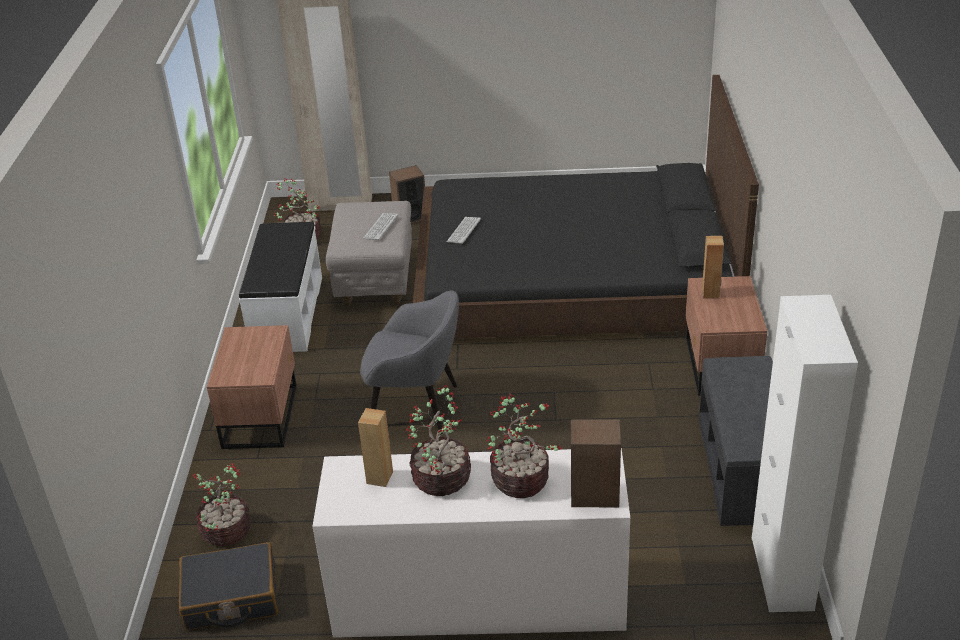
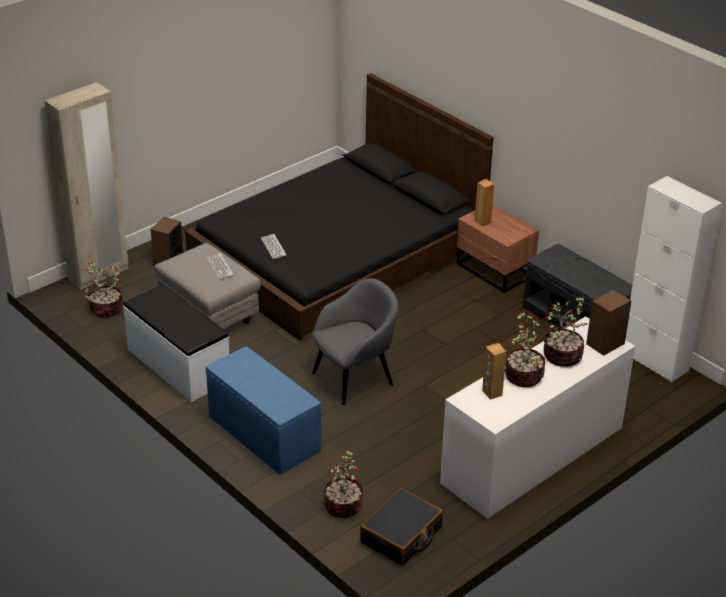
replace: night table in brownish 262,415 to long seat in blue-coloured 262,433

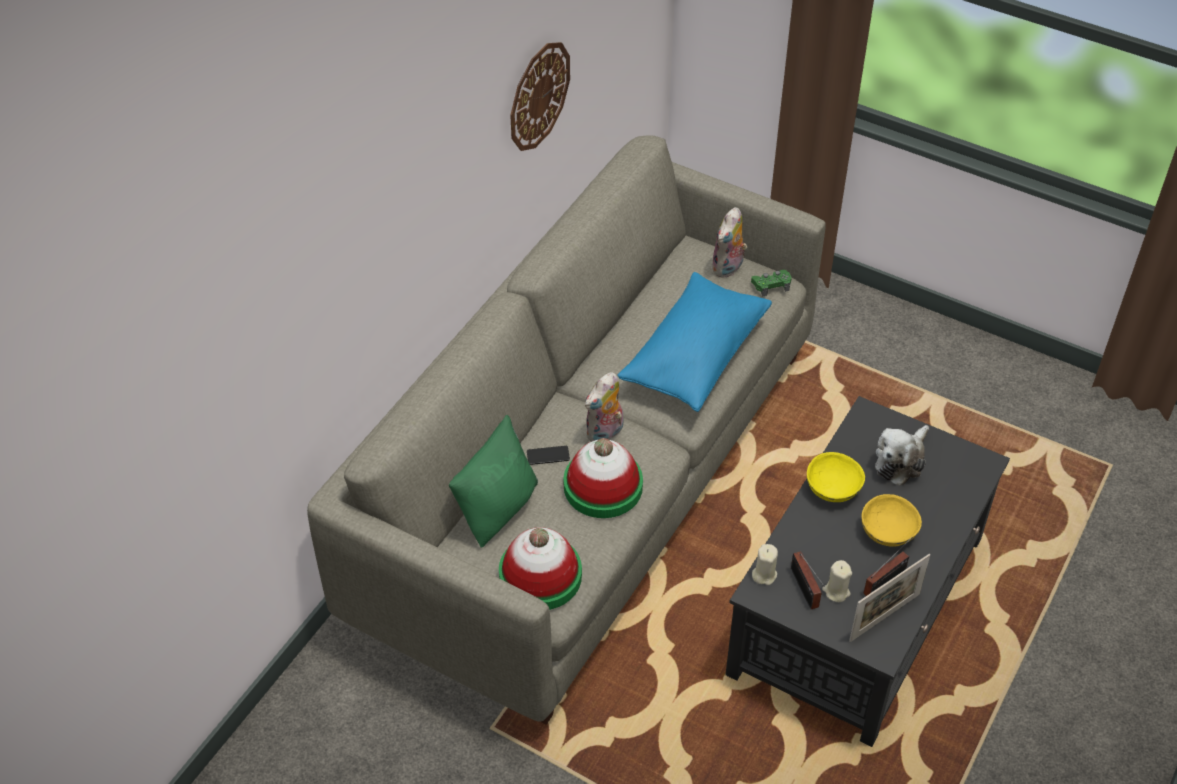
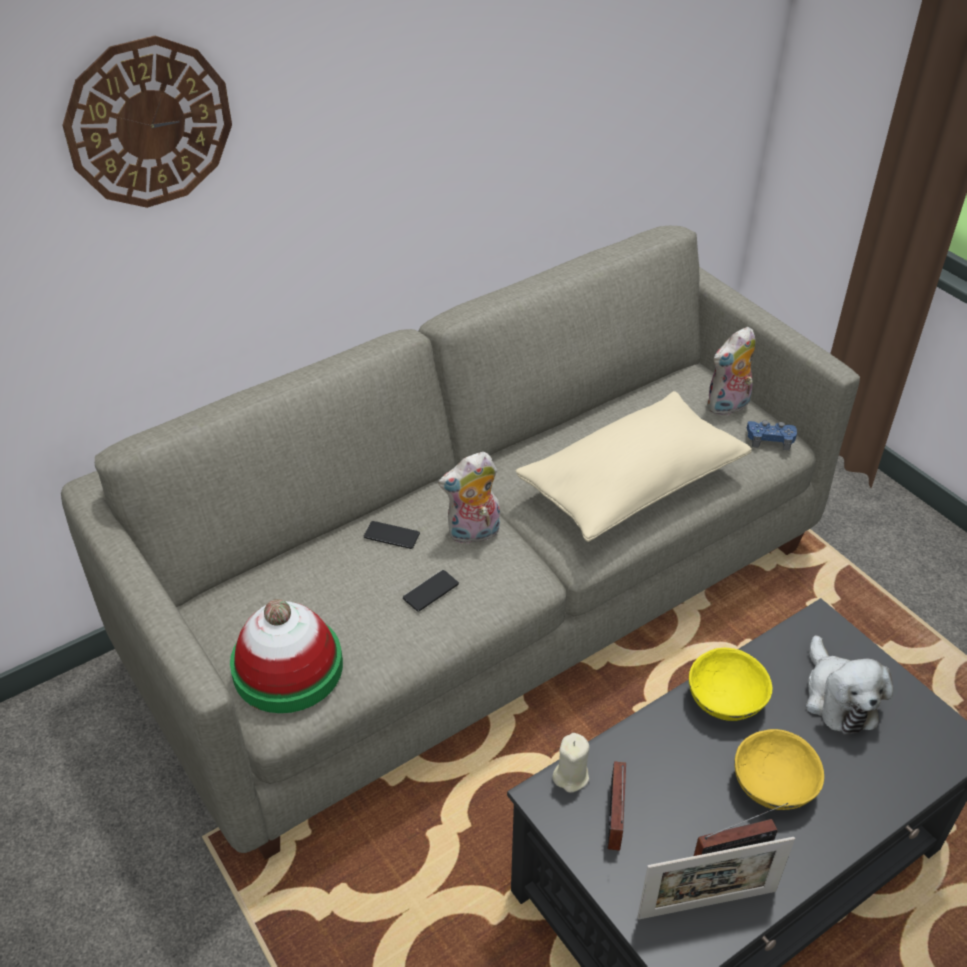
delete: cushion in green-coloured 498,508; candle in beige-coloured 836,591
move: wall clock 538,95 to 149,123
replace: clothing hat 603,486 to handset 430,591
recolor: cushion in blue-coloured 695,356 to cushion in beige-coloured 631,485; joypad in green-coloured 771,285 to joypad in blue-coloured 770,438
rotate: plush toy 901,461 = 838,698 75 degrees counterclockwise

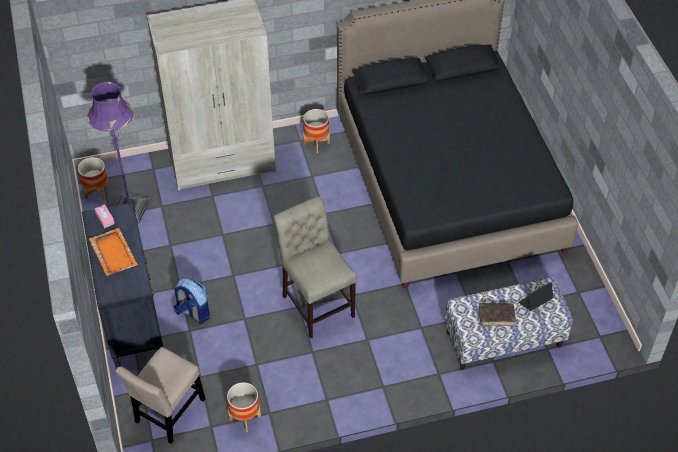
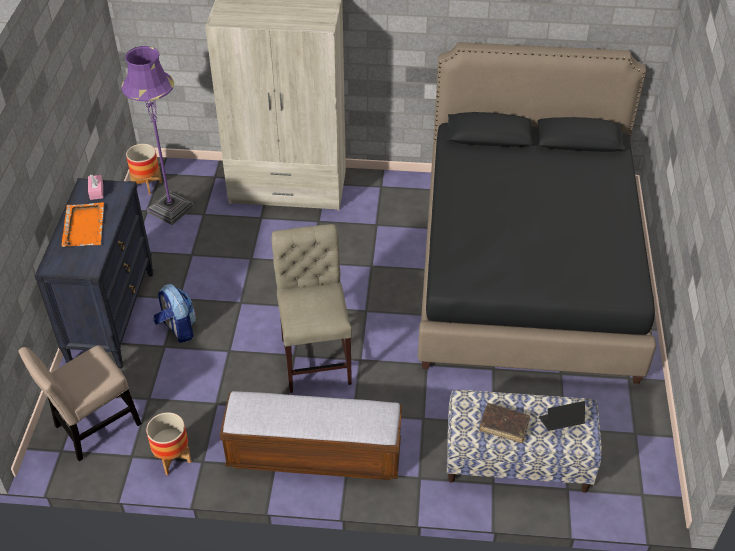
delete: planter 316,143
insert: long seat 314,455

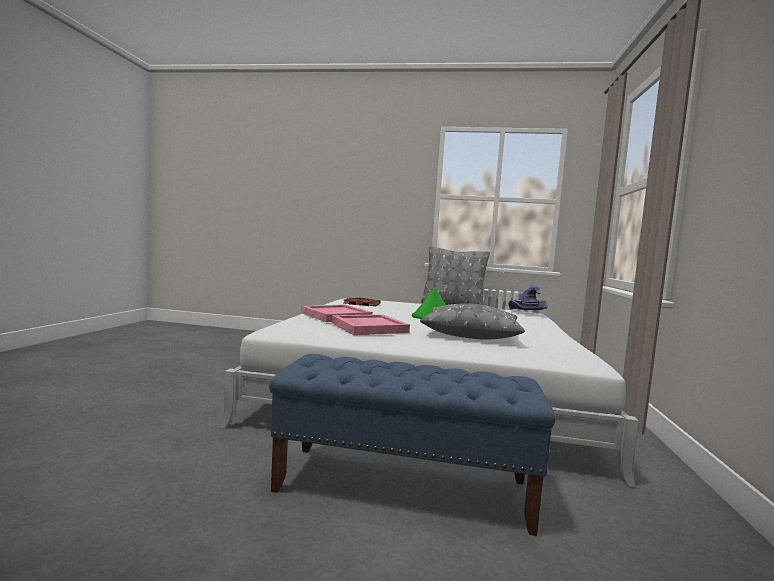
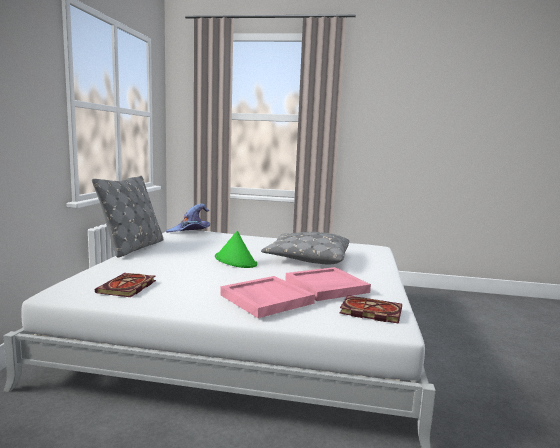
delete: long seat in blue-coloured 404,486
insert: bound book 369,311

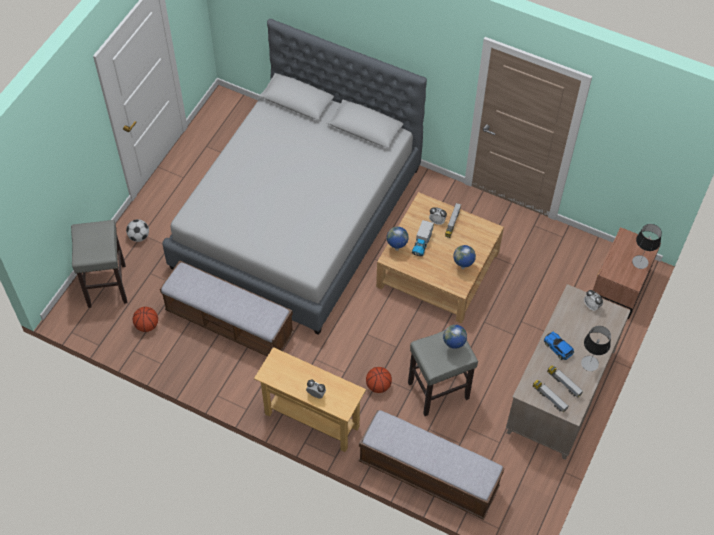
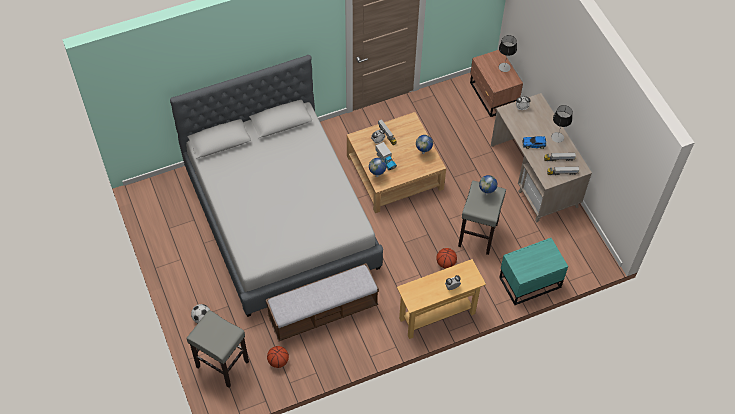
replace: long seat 428,475 to night table in turquoise 528,282

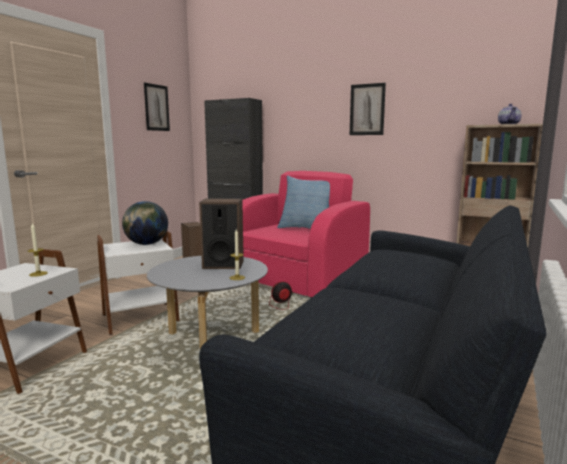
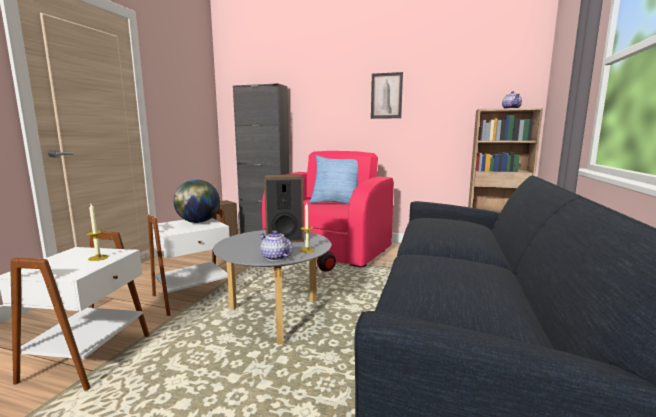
delete: picture 156,107
insert: pot for tea 275,257

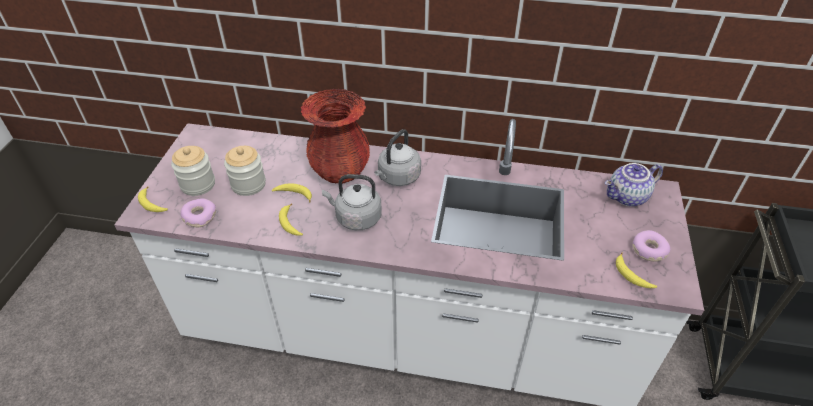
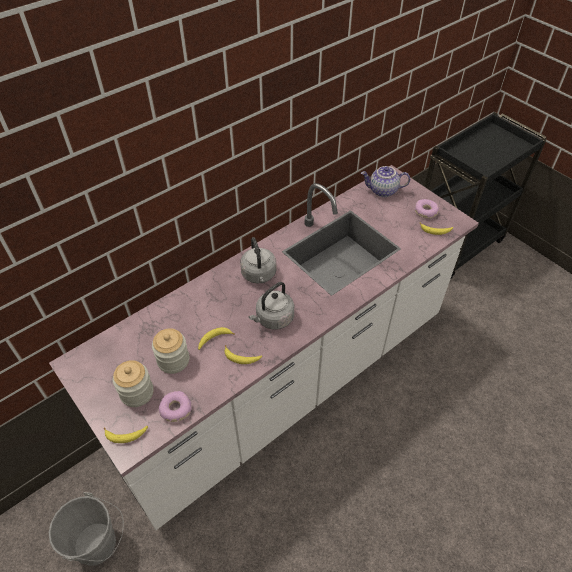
delete: vase in reddish 340,171
insert: water bucket in greyish 100,544
rotate: pot for tea 627,197 = 382,191 75 degrees clockwise

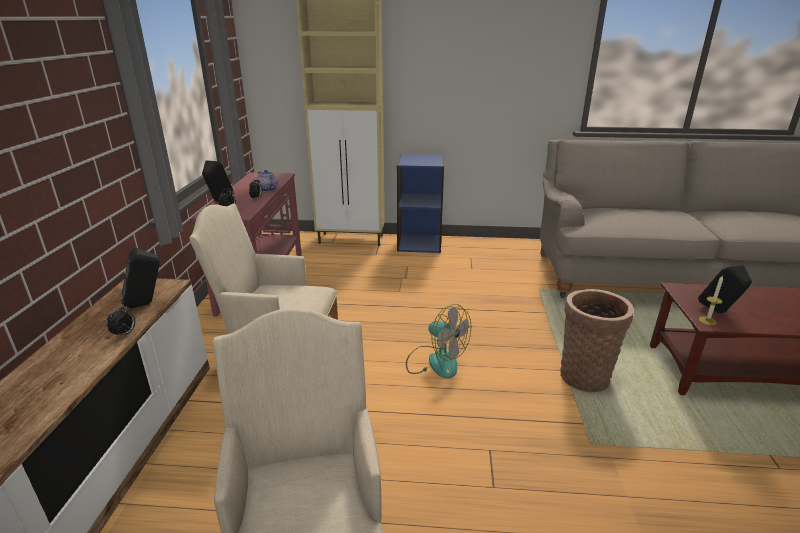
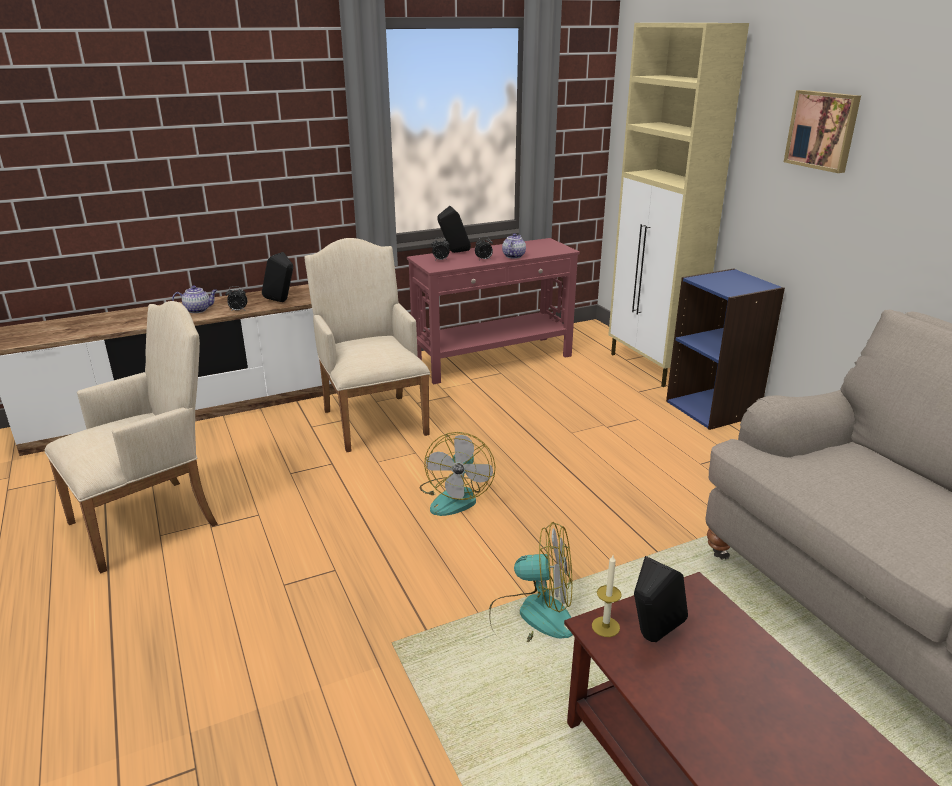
insert: pot for tea 198,310; picture 823,130
replace: storage basket 584,375 to cooling fan 532,616

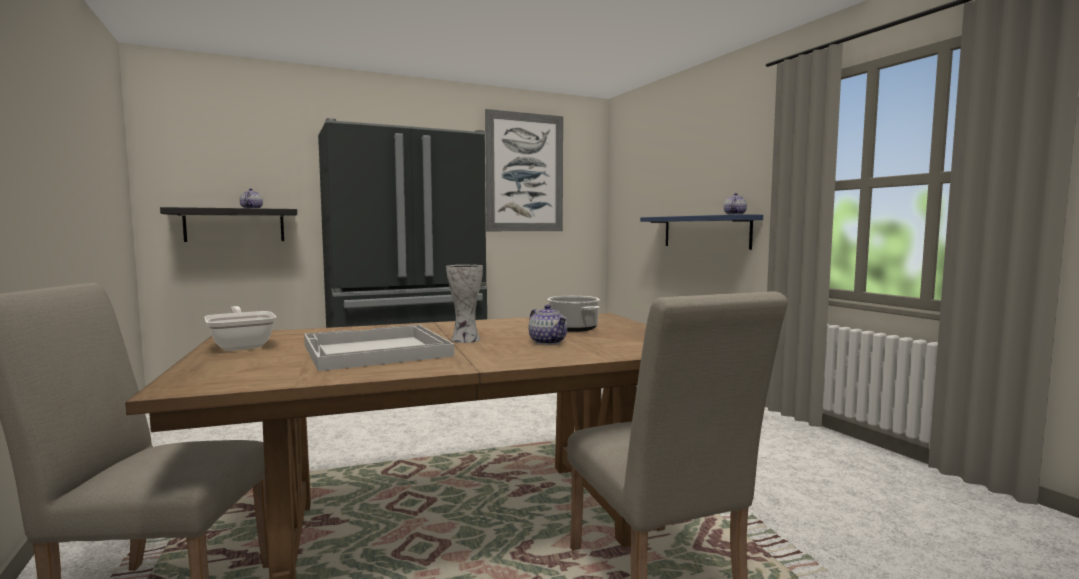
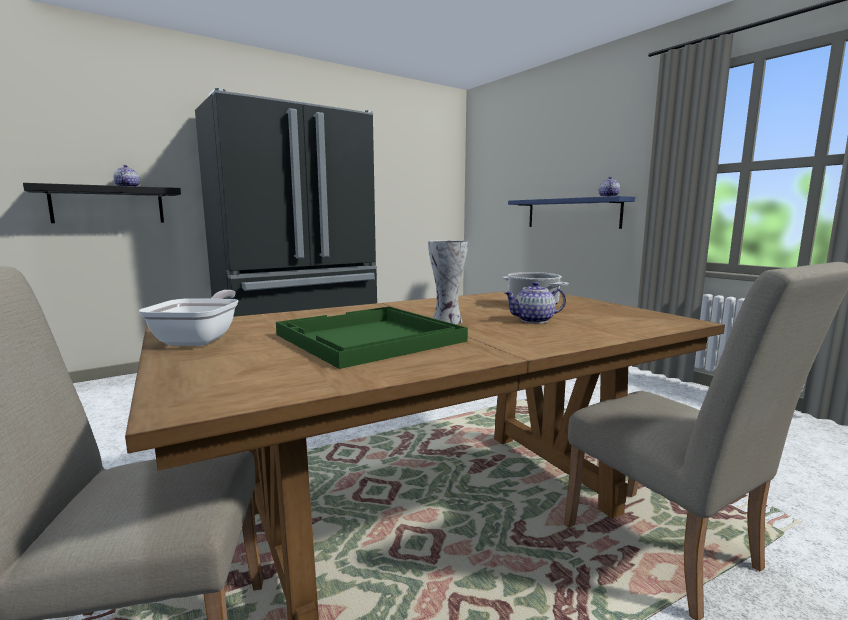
delete: picture 525,172
recolor: tray in whitish 375,350 to tray in green-coloured 368,338
rotate: pan 242,346 = 201,339 45 degrees clockwise; pot for tea 547,342 = 534,320 120 degrees clockwise

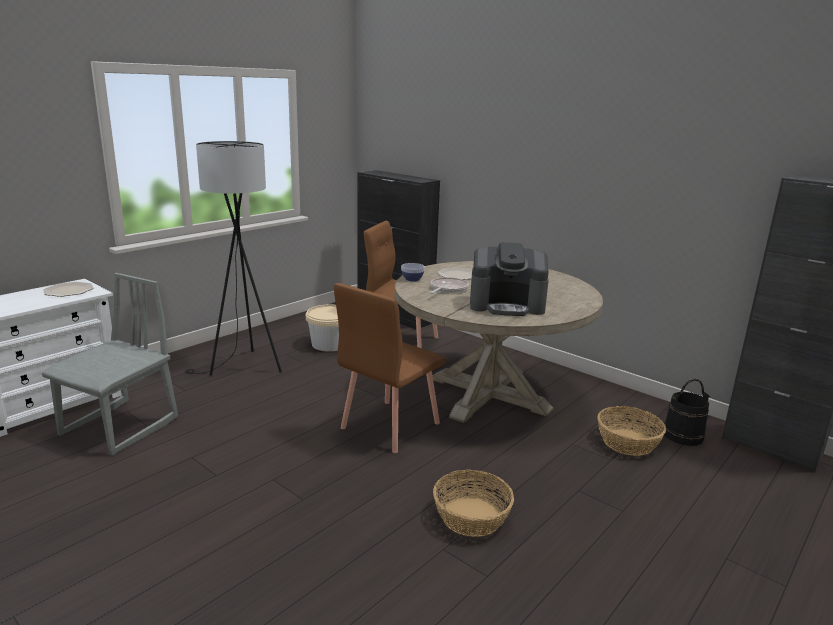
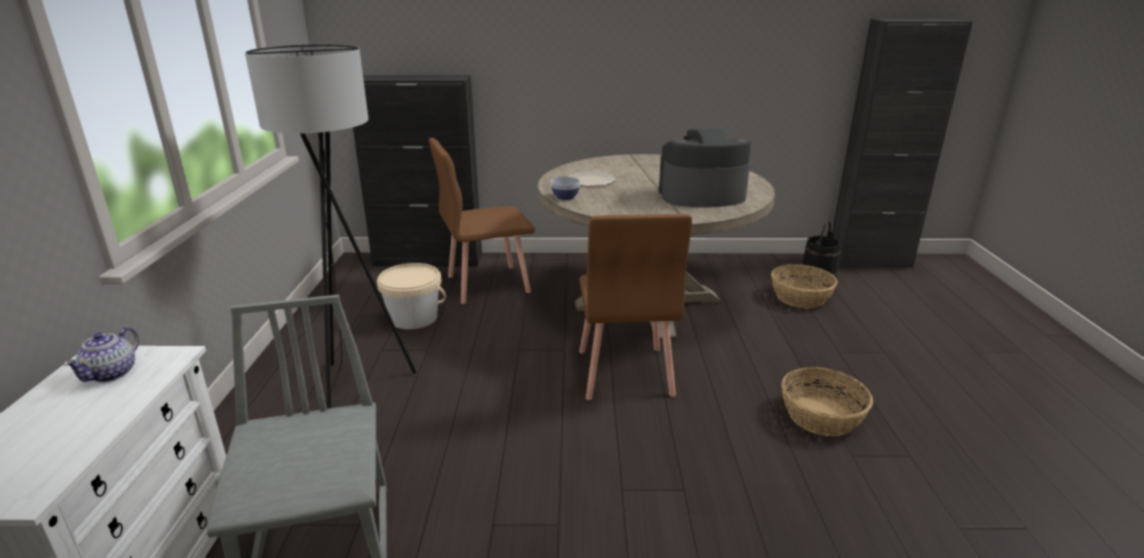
delete: pan 447,289
replace: dinner plate 69,290 to pot for tea 112,373
rotate: coffee brewer 507,305 = 701,196 150 degrees counterclockwise

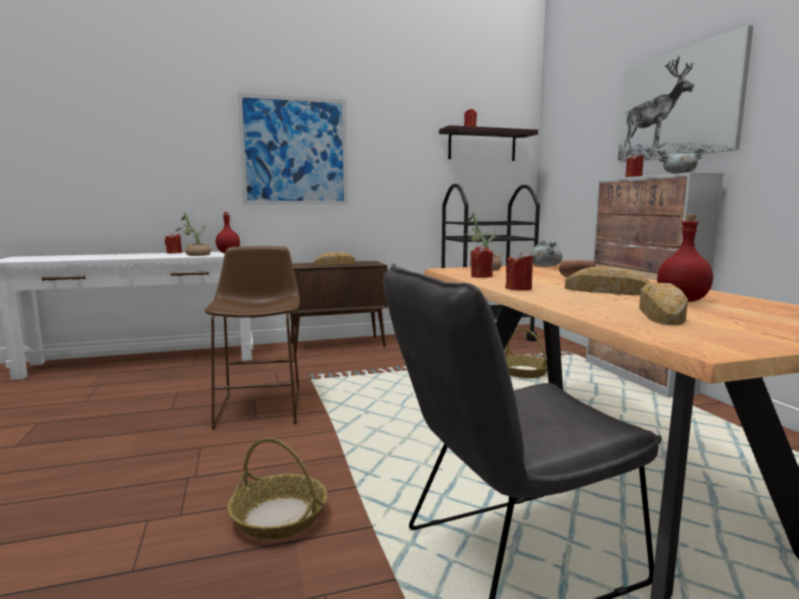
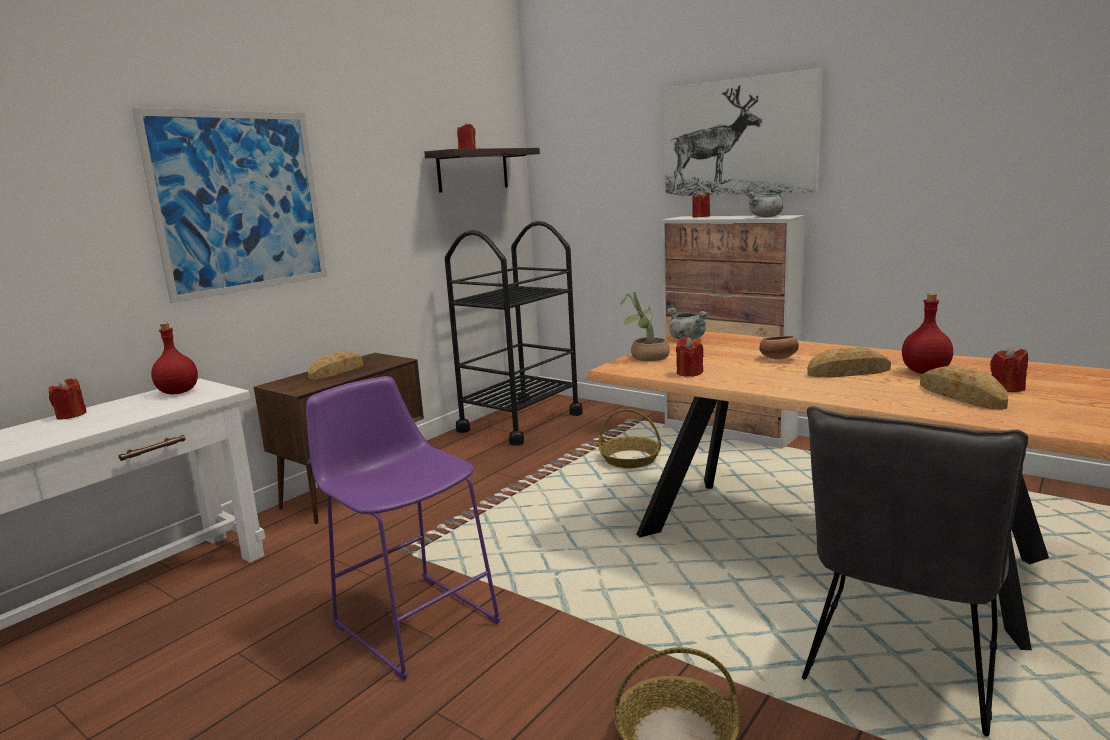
delete: potted plant 195,255
move: candle in reddish 519,289 to 1006,388
recolor: stool in brownish 261,406 to stool in purple 412,619

